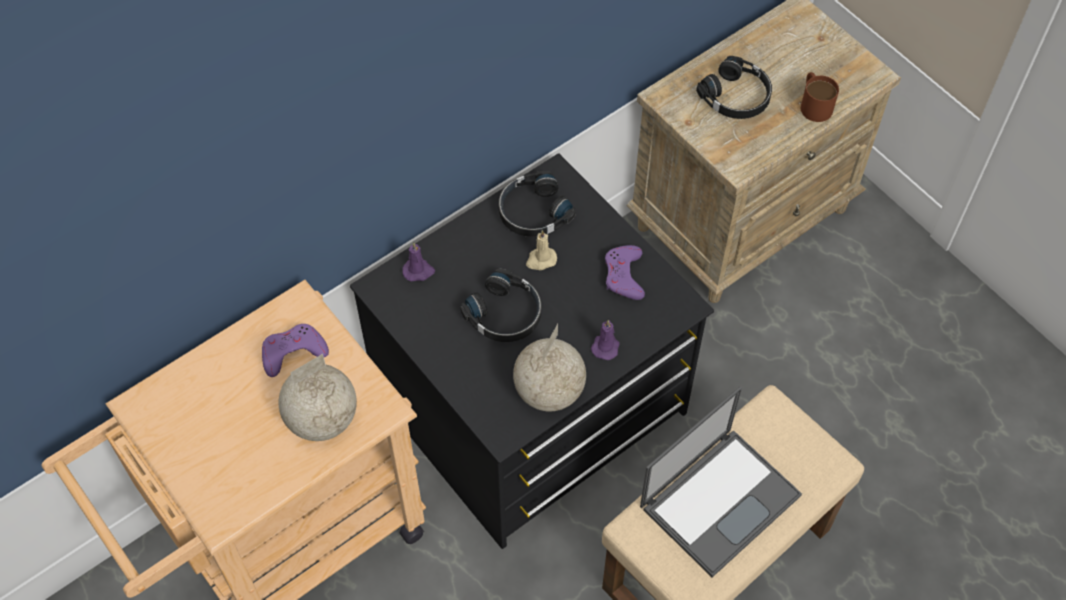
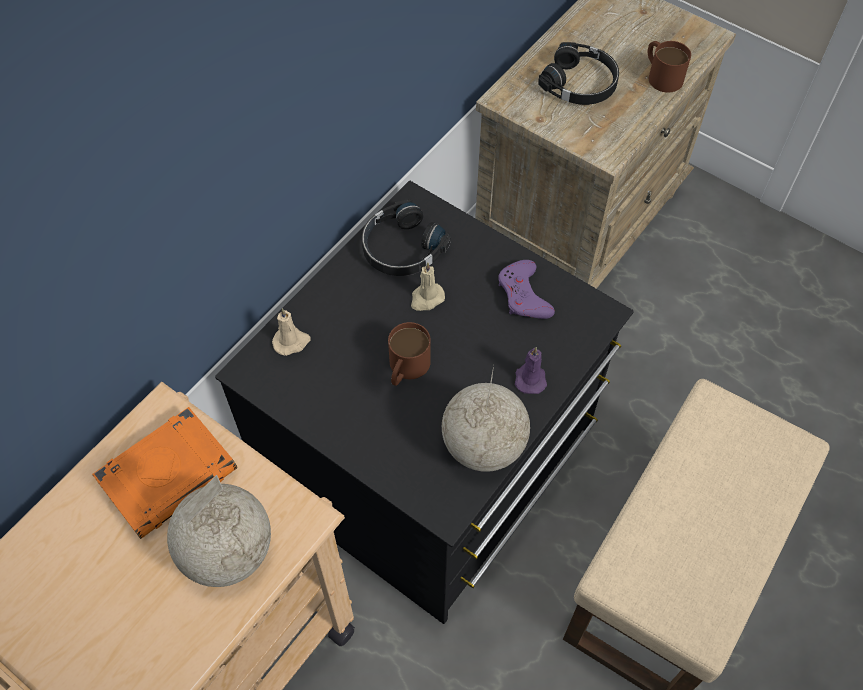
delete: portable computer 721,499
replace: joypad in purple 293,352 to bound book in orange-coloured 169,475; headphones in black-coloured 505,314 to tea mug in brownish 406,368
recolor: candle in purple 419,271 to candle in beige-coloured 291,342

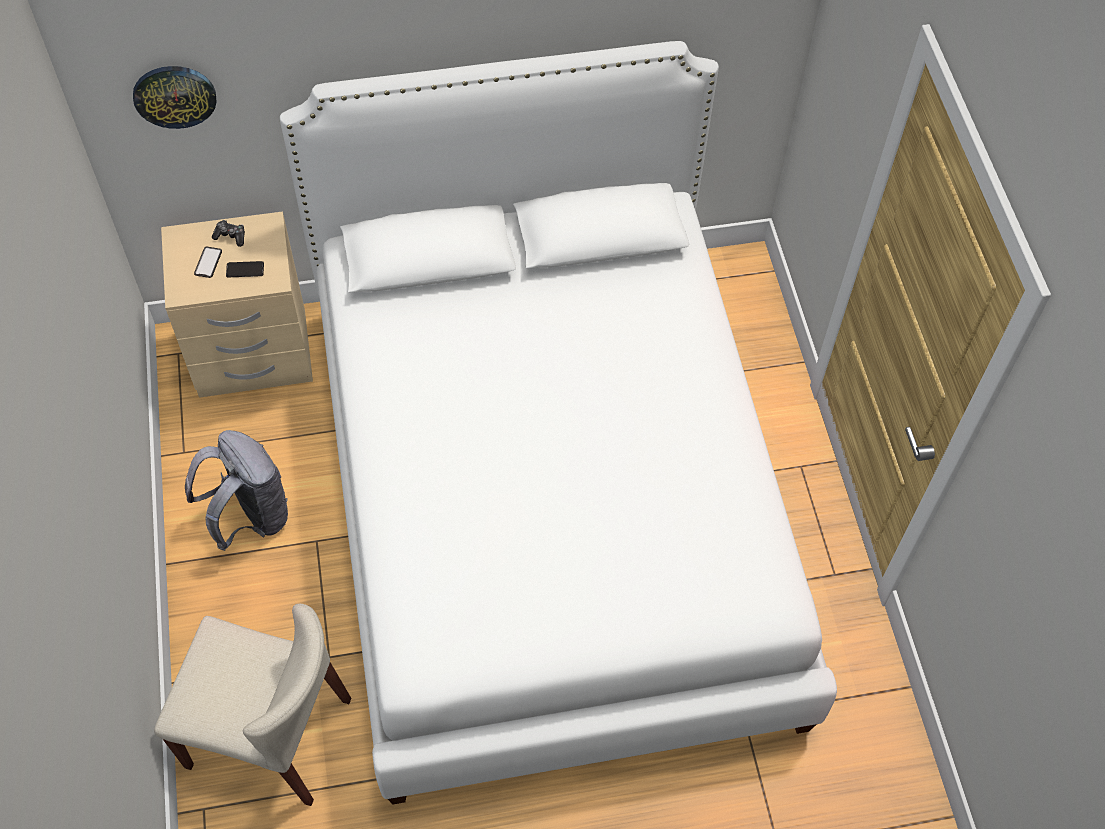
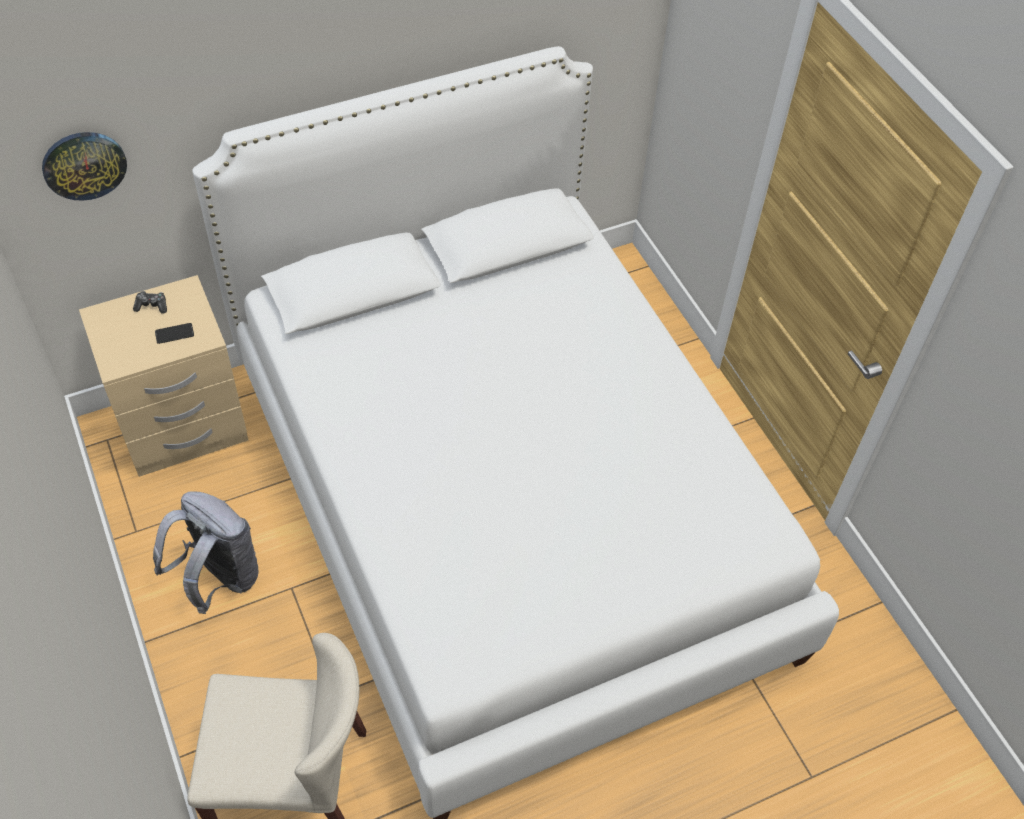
delete: handset 208,262

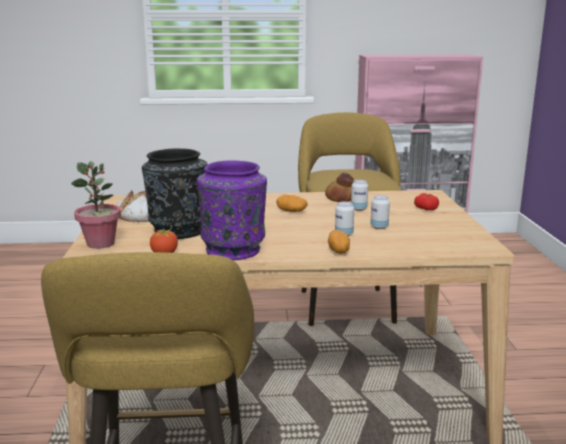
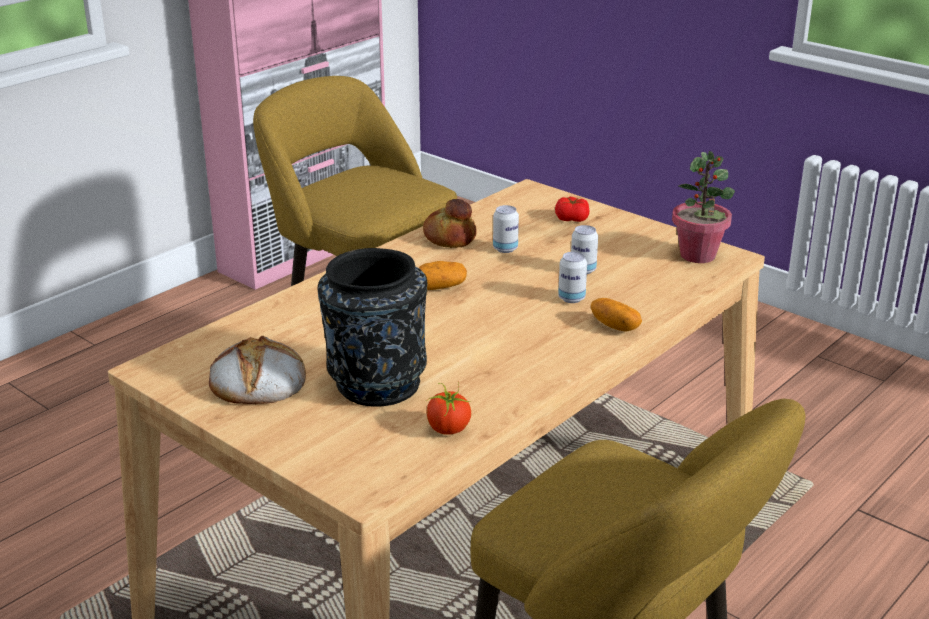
delete: vase in purple 233,249
move: potted plant 101,244 to 698,255

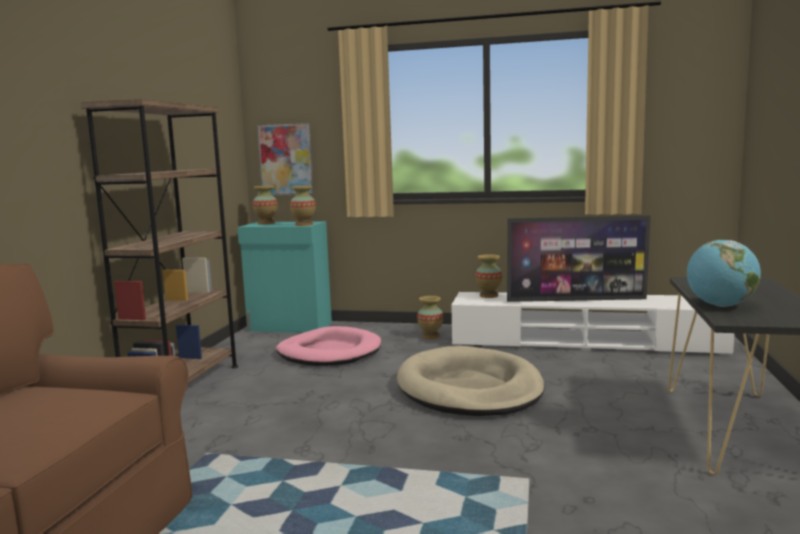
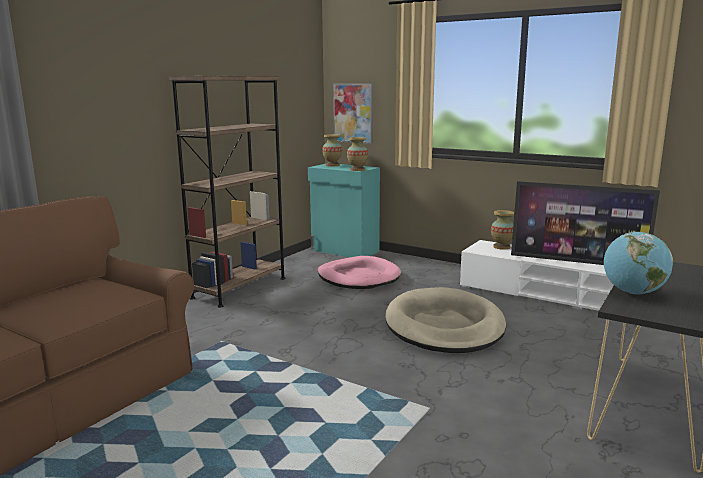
delete: vase 430,336

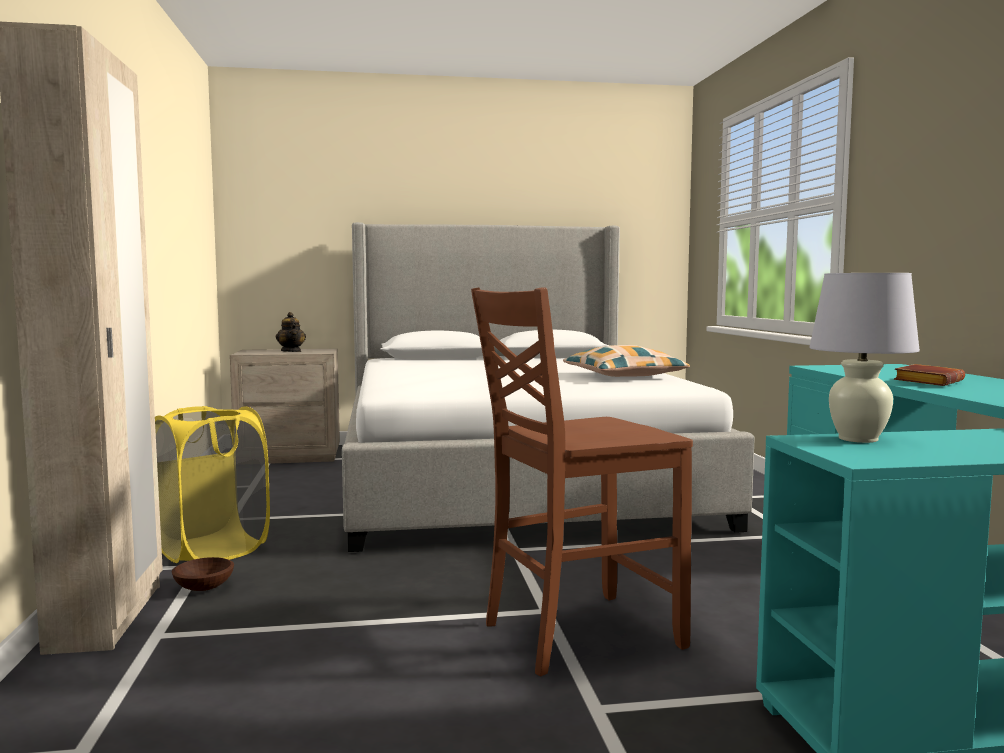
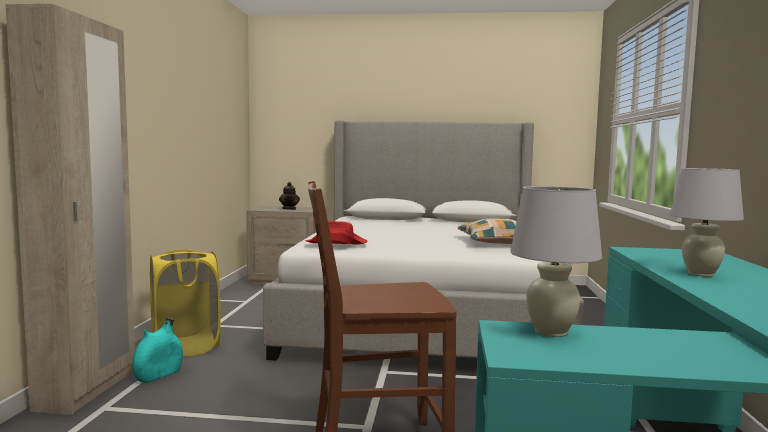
insert: clothing hat in reddish 336,243
replace: bowl in brownish 204,587 to vase in turquoise 158,375; bound book in brownish 927,382 to table lamp in whitish 700,274

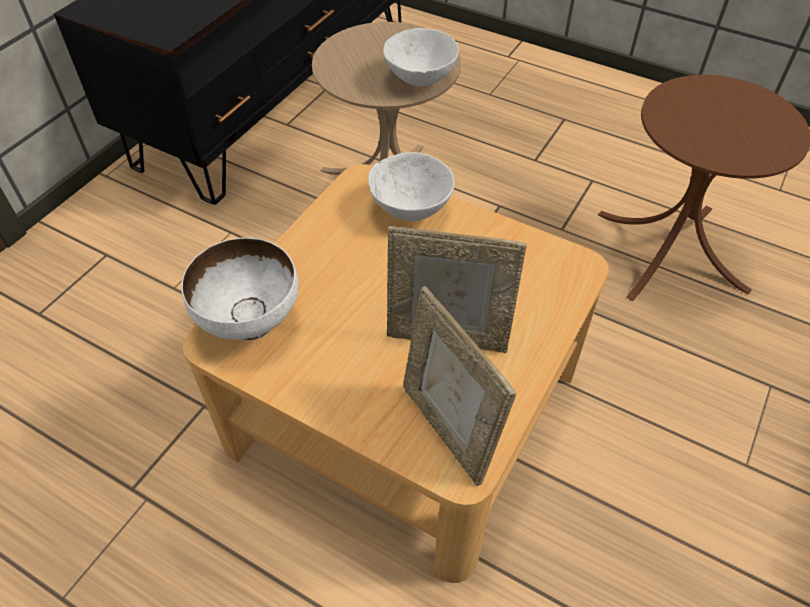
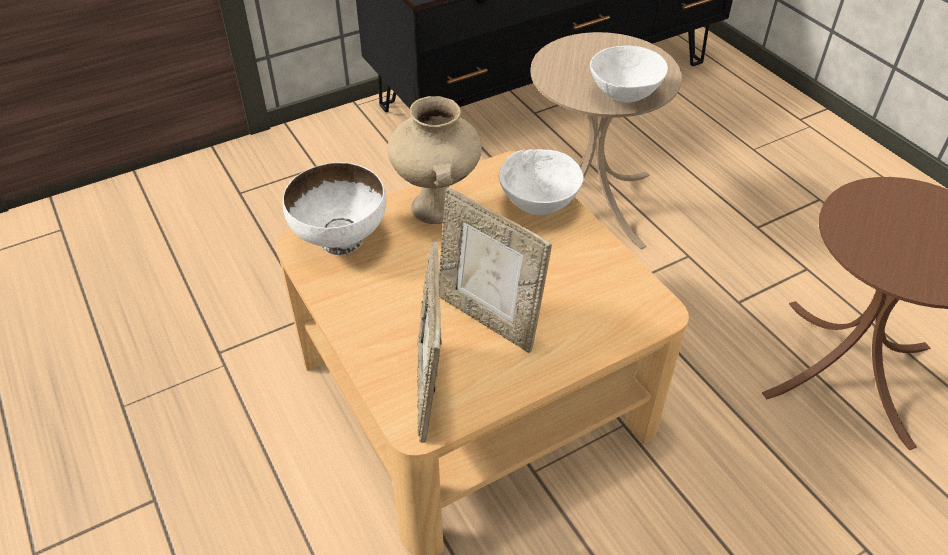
insert: vase in beige-coloured 438,208

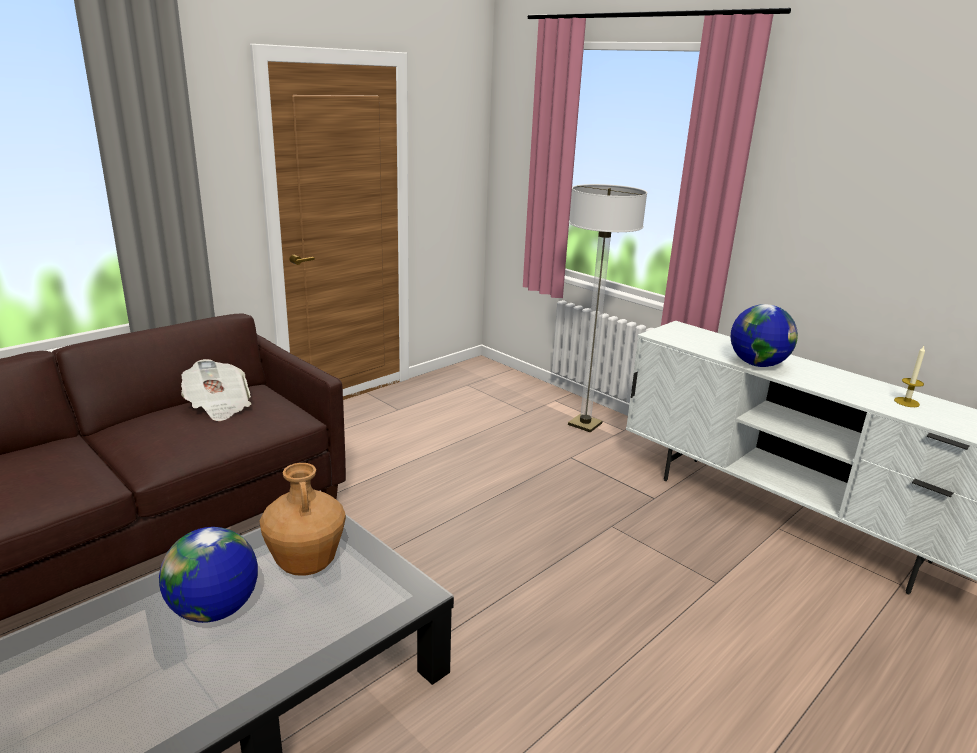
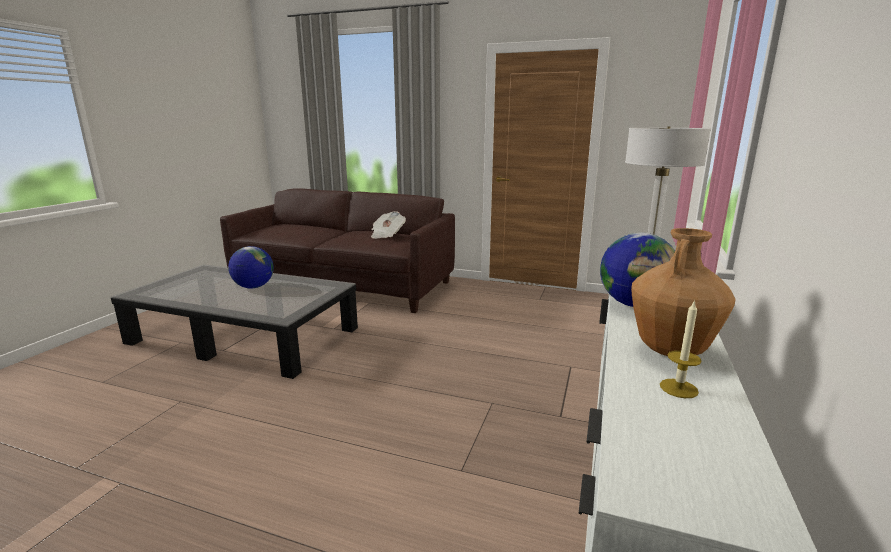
move: vase in brownish 306,565 to 671,351

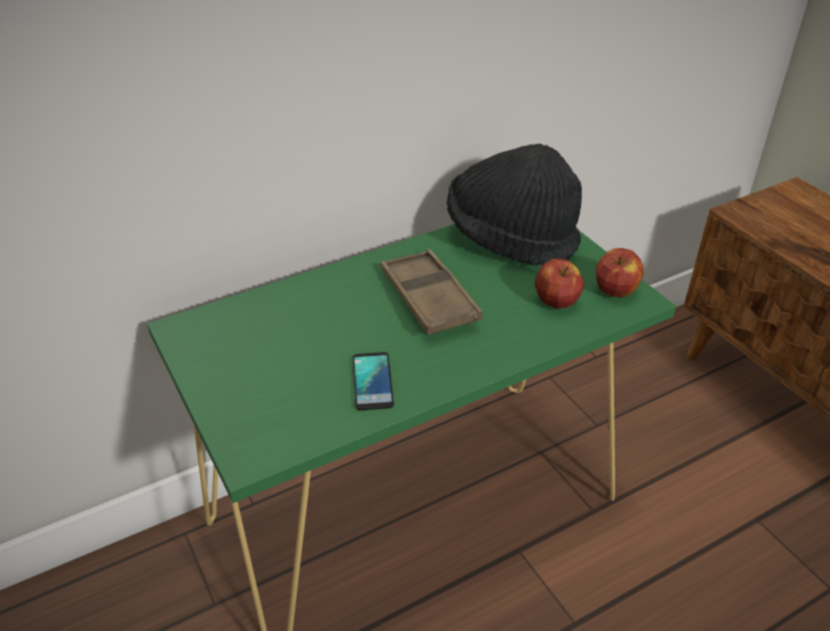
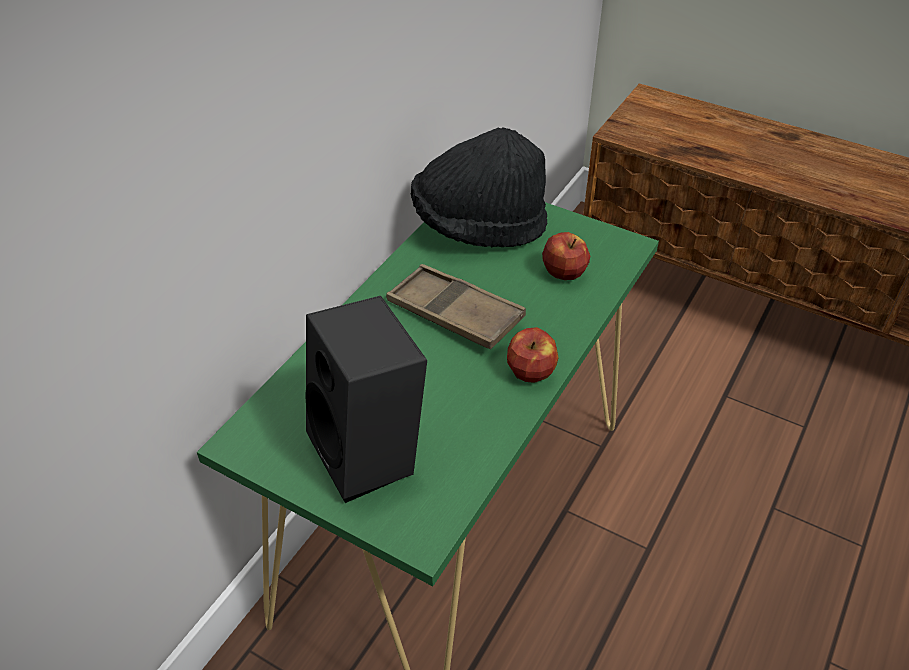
delete: handset 372,381
insert: loudspeaker in black-coloured 372,454
move: whole apple 616,290 to 531,371

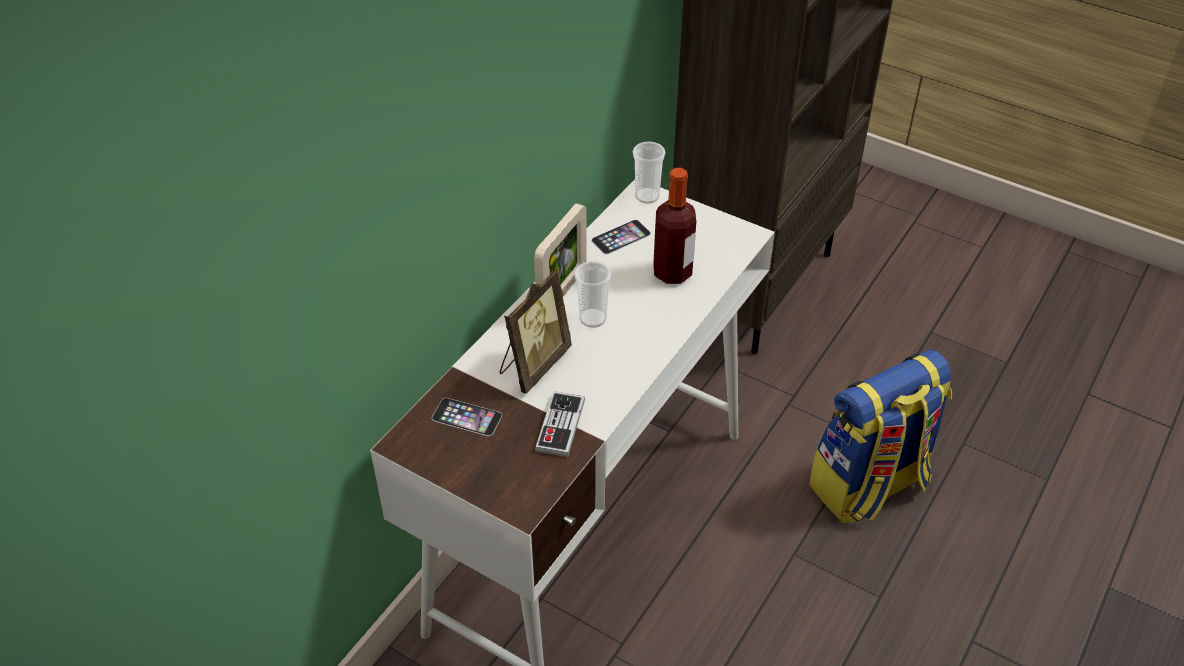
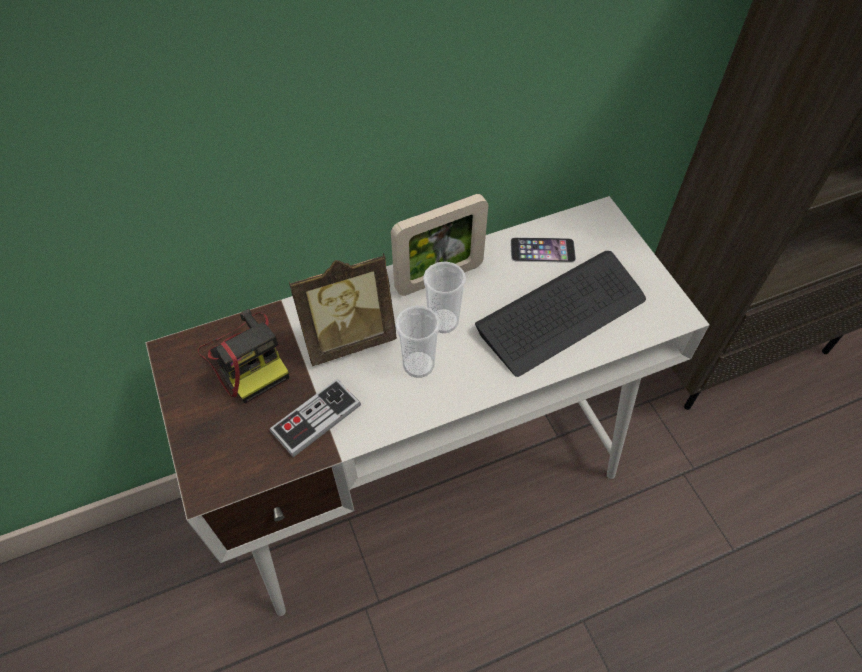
delete: backpack 869,486
move: drinking cup 647,196 to 418,365
replace: handset 467,417 to still camera 247,358; drink bottle 672,272 to computer keyboard 562,314

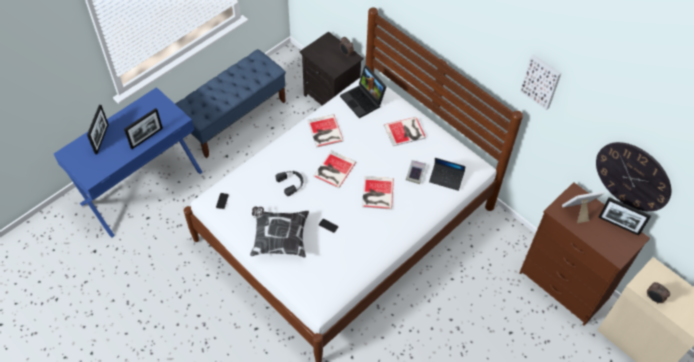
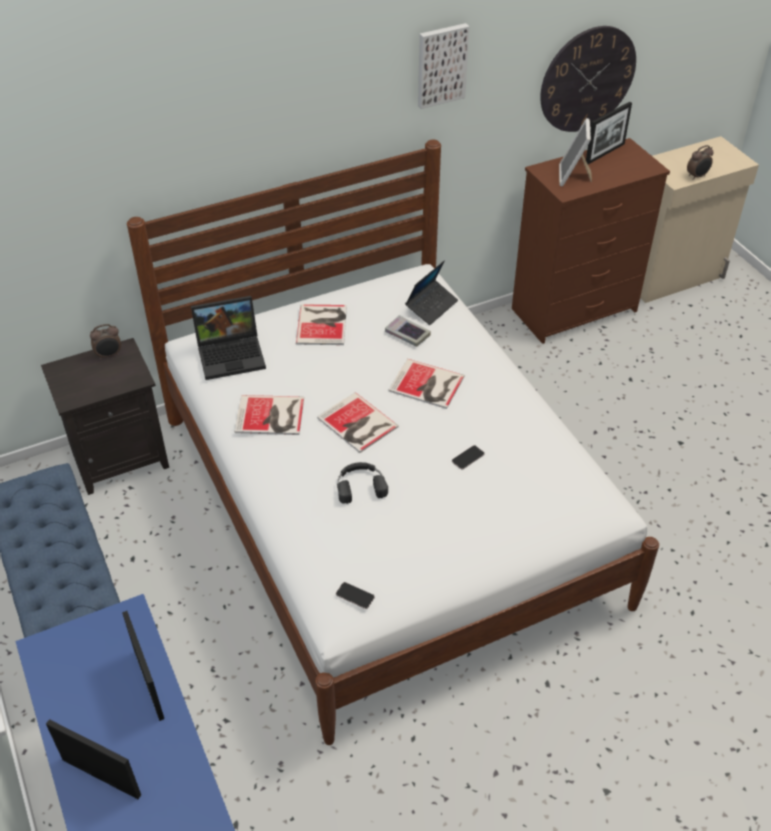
delete: cushion 279,238

